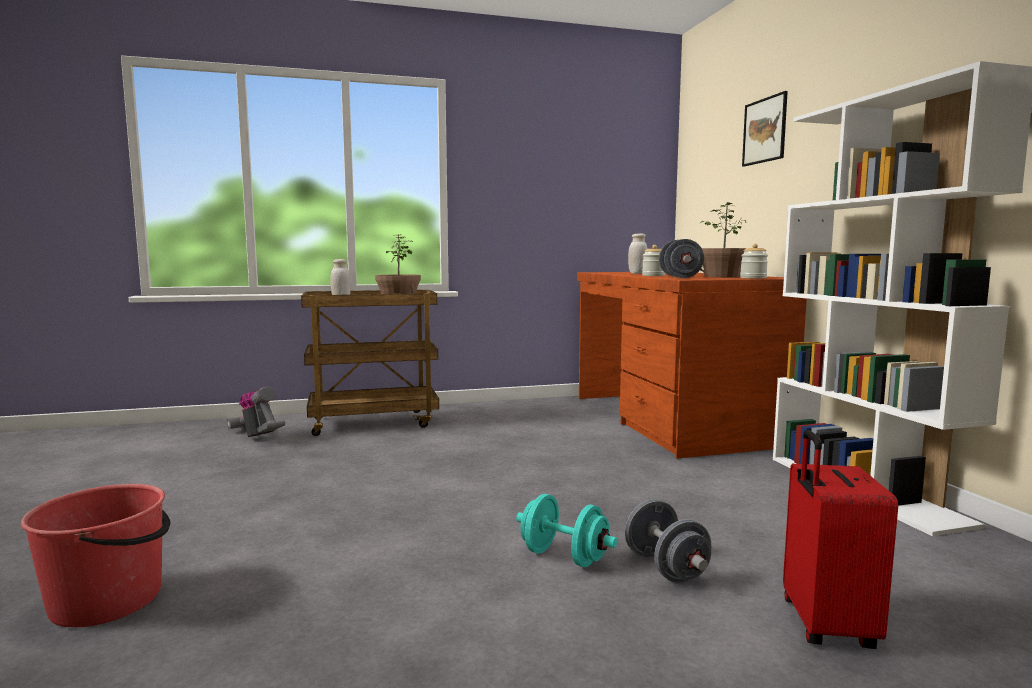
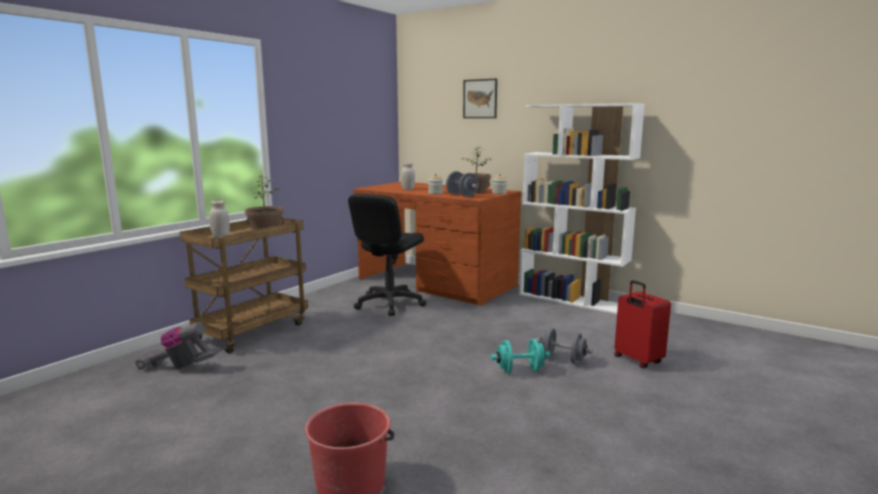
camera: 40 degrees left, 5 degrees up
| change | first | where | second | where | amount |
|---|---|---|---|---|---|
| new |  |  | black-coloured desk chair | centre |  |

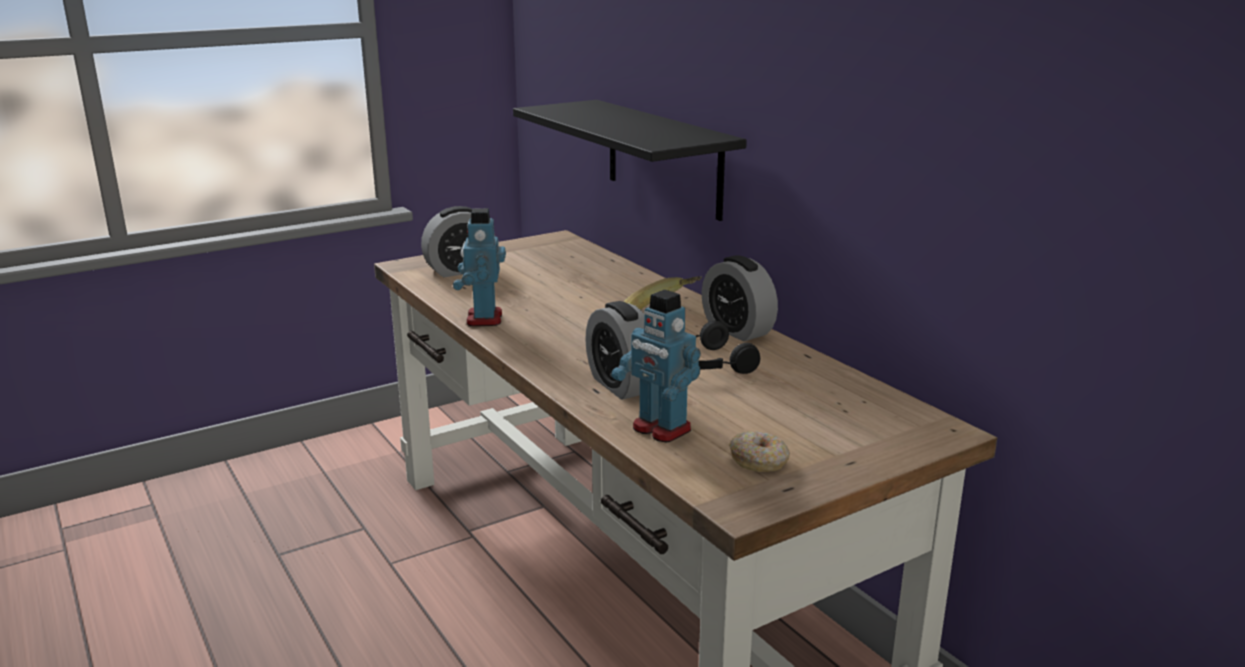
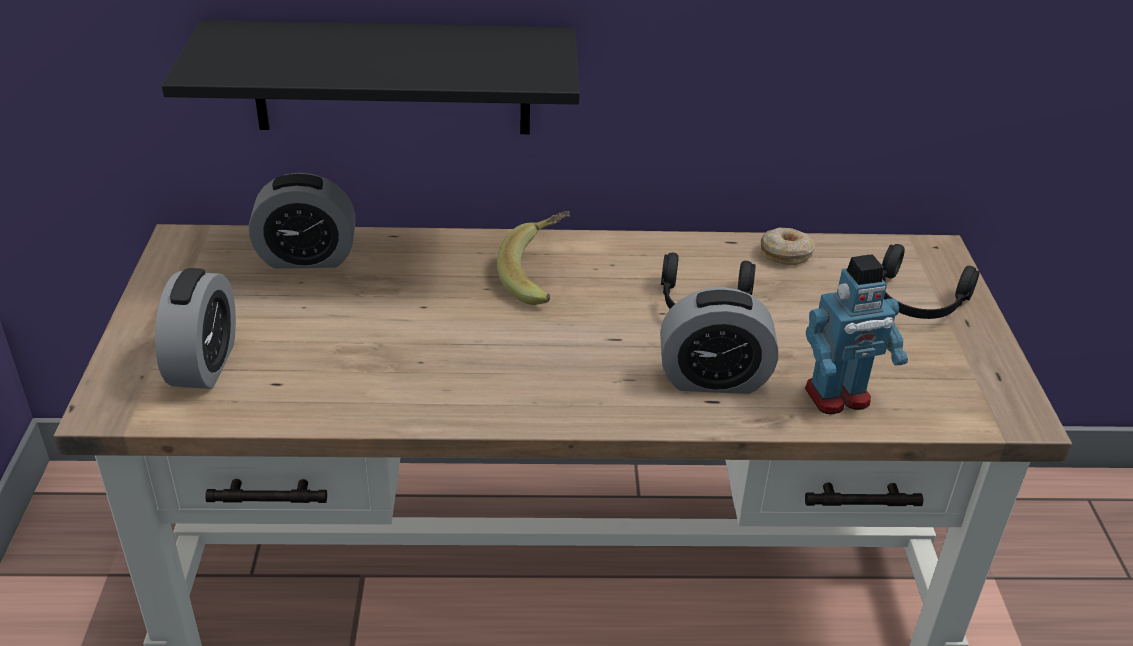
camera: 60 degrees left, 15 degrees up
| change | first | where | second | where | amount |
|---|---|---|---|---|---|
| shifted | alarm clock (no. 3 from left in the first image) | centre | alarm clock (no. 2 from left) | middle left |  |
| shifted | ring doughnut | bottom centre |  | middle right |  |
| new |  |  | black-coloured pair of headphones (no. 2 from left) | middle right |  |
| gone | toy robot (no. 1 from left) | centre |  |  |  |

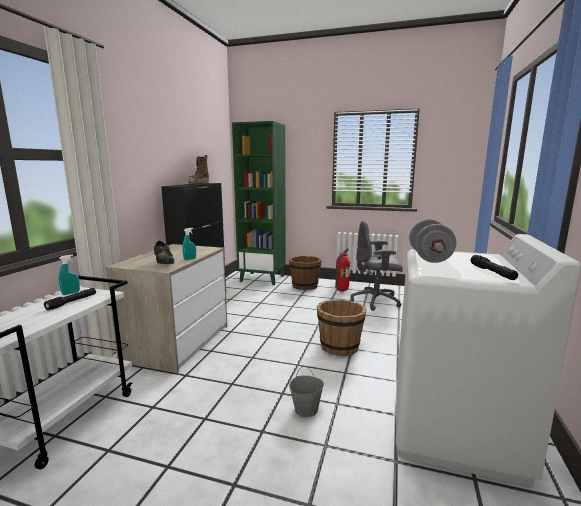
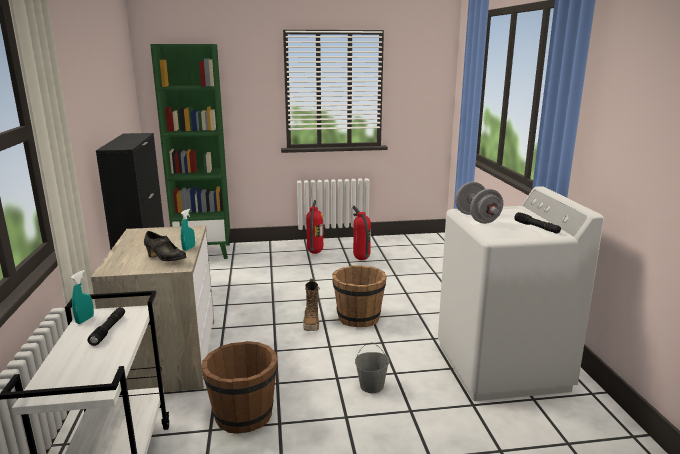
camera: 25 degrees left, 5 degrees up
| change | first | where | second | where | amount |
|---|---|---|---|---|---|
| shifted | brownish pail (no. 1 from left) | centre |  | bottom centre |  |
| shifted | high-top boot | centre |  | bottom centre |  |
| swapped | grey desk chair | centre | extinguisher (no. 2 from left) | centre |  |

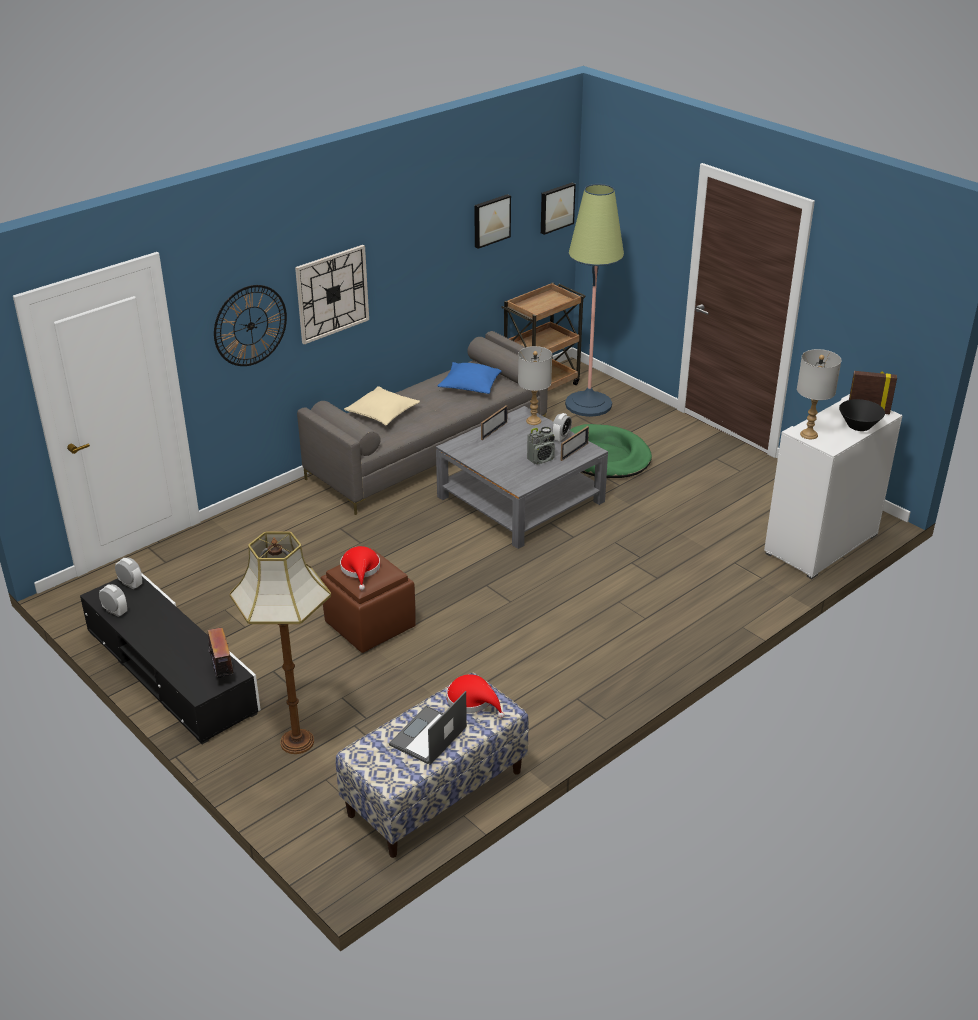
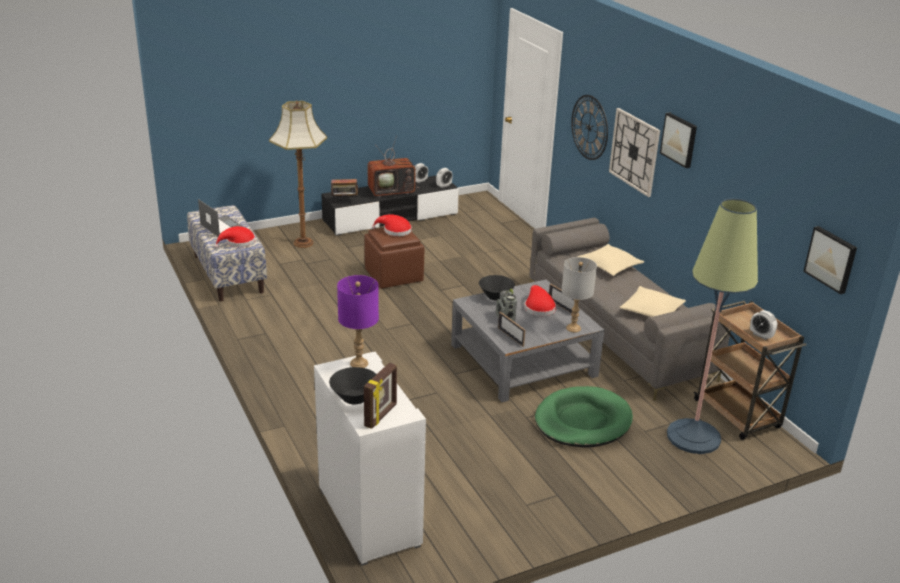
camera: 105 degrees right, 5 degrees down
| change | first | where | second | where | amount |
|---|---|---|---|---|---|
| repainted | grey tabletop lamp (no. 2 from left) | middle right | purple-coloured tabletop lamp | centre |  |
| new |  |  | TV | top centre |  |
| new |  |  | black-coloured bowl (no. 2 from left) | centre |  |
| new |  |  | red clothing hat (no. 3 from left) | centre |  |
| repainted | blue-coloured throw pillow | centre | sand-coloured throw pillow (no. 2 from left) | middle right |  |
| shifted | wall picture (no. 1 from left) | top centre |  | top right |  |
| shifted | alarm clock (no. 3 from left) | centre |  | middle right |  |

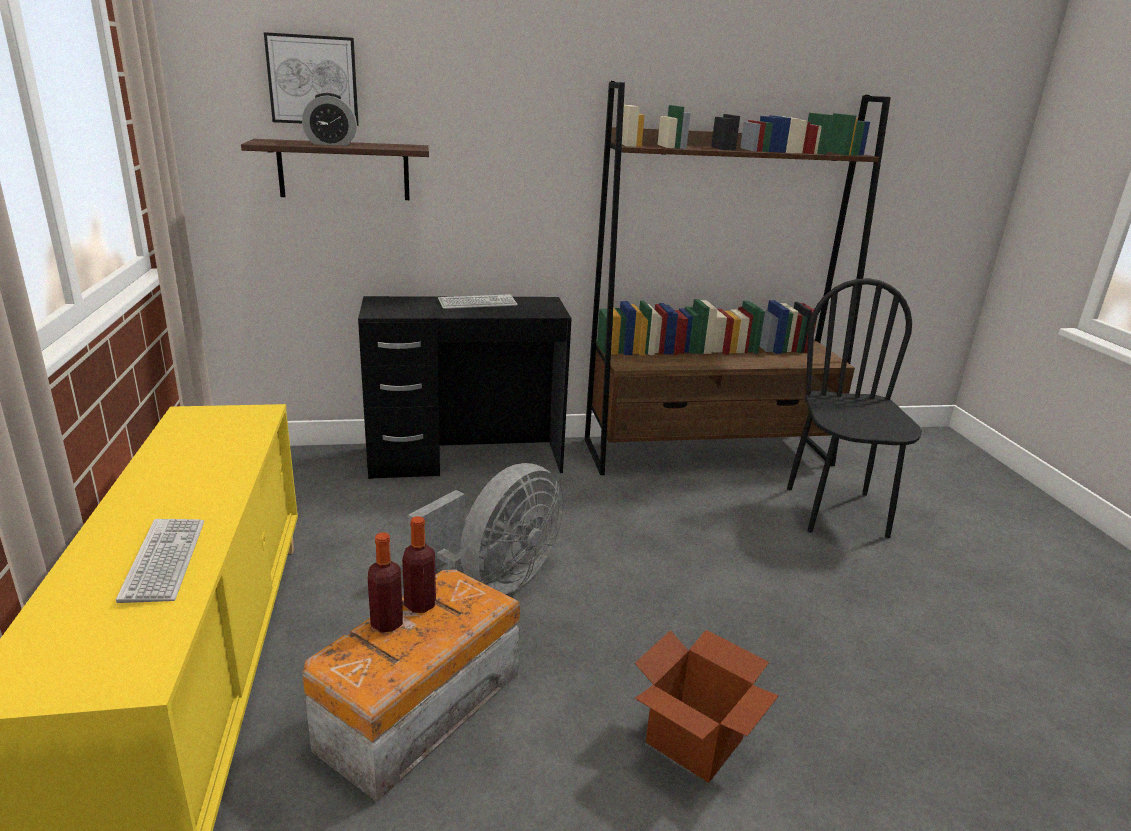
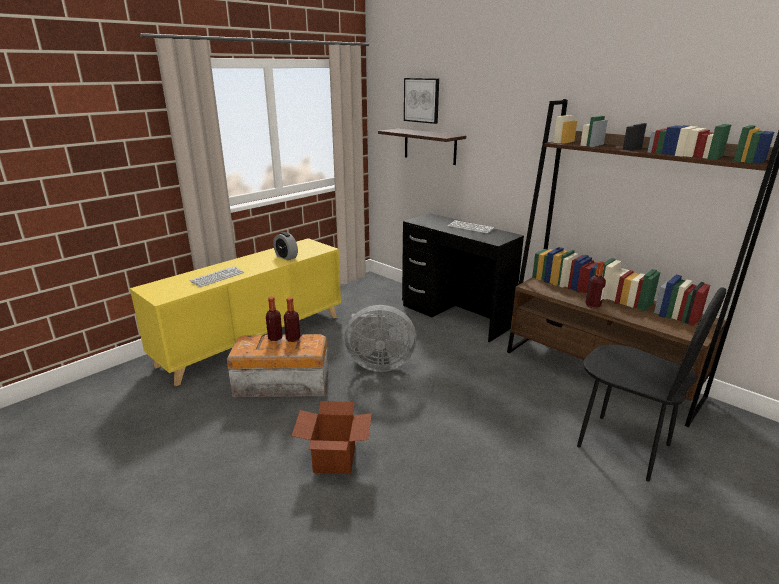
camera: 55 degrees right, 0 degrees up
| change | first | where | second | where | amount |
|---|---|---|---|---|---|
| shifted | alarm clock | top left |  | centre |  |
| rotated | black-coloured chair | middle right |  | middle right | 75 degrees clockwise |
| new |  |  | drink bottle (no. 3 from left) | middle right |  |

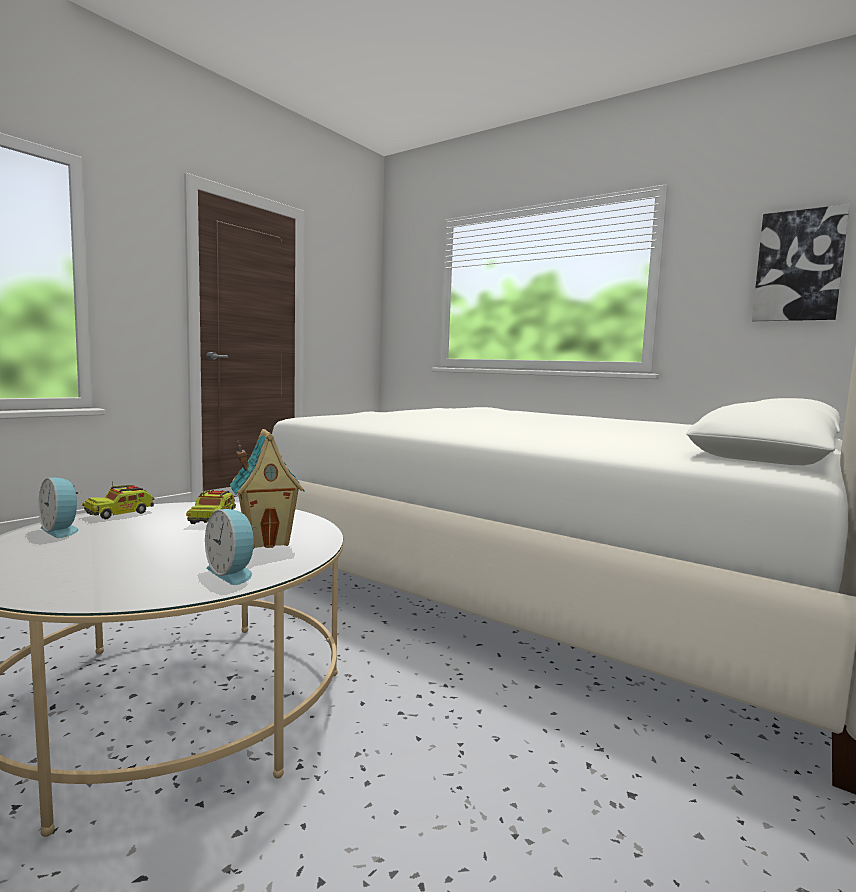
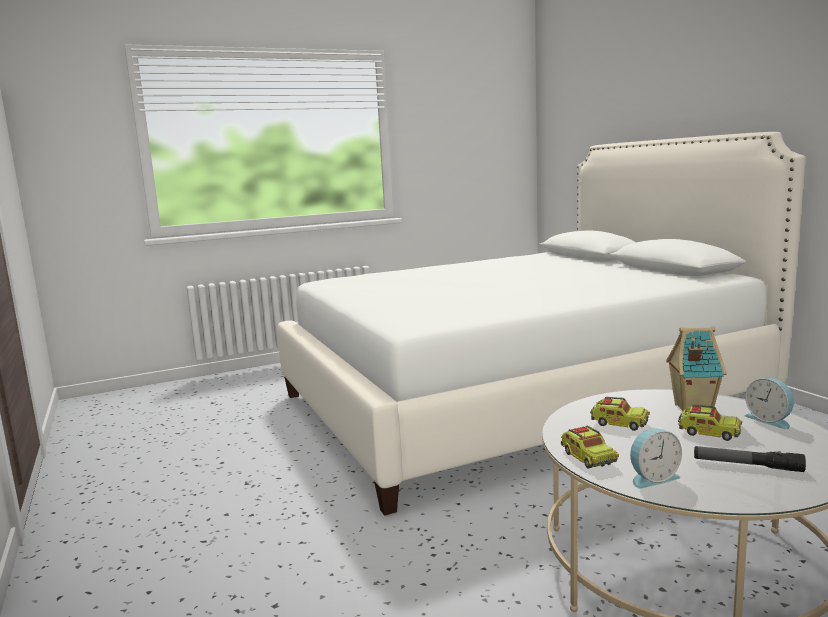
camera: 60 degrees left, 5 degrees up
| change | first | where | second | where | amount |
|---|---|---|---|---|---|
| new |  |  | toy lorry (no. 3 from left) | bottom right |  |
| new |  |  | hand torch | bottom right |  |
| rotated | alarm clock (no. 2 from left) | middle left |  | middle right | 75 degrees clockwise |
| gone | wall picture | top right |  |  |  |

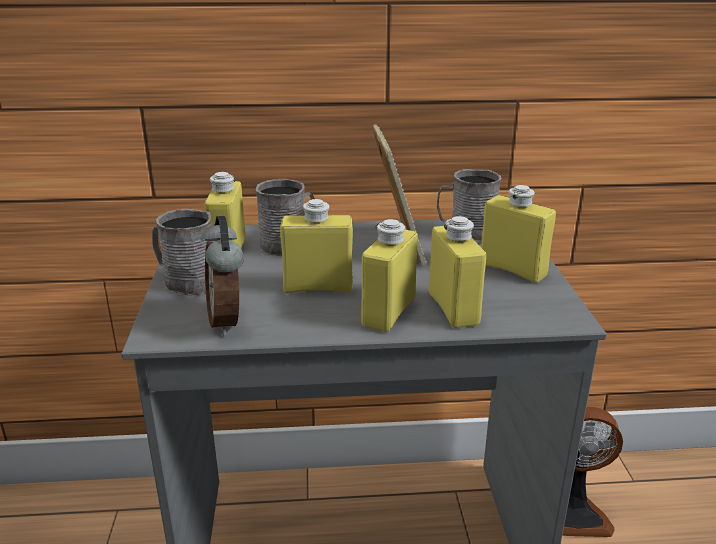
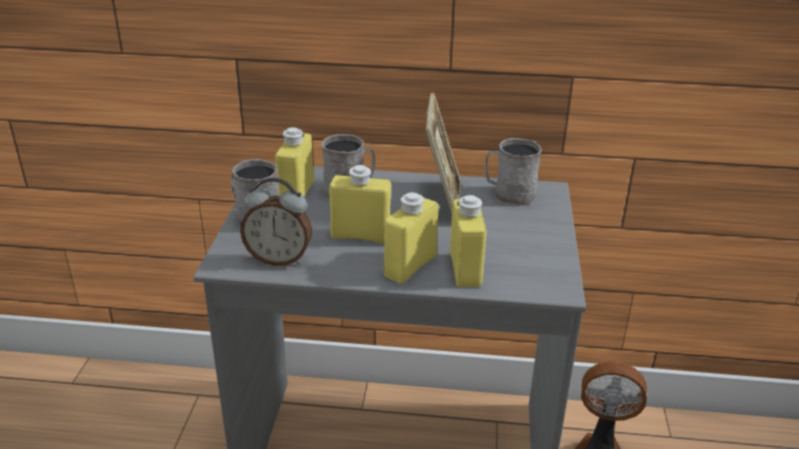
camera: 10 degrees right, 5 degrees up
| change | first | where | second | where | amount |
|---|---|---|---|---|---|
| rotated | alarm clock | middle left |  | centre | 75 degrees counterclockwise |
| gone | yellowish drink bottle (no. 5 from left) | middle right |  |  |  |

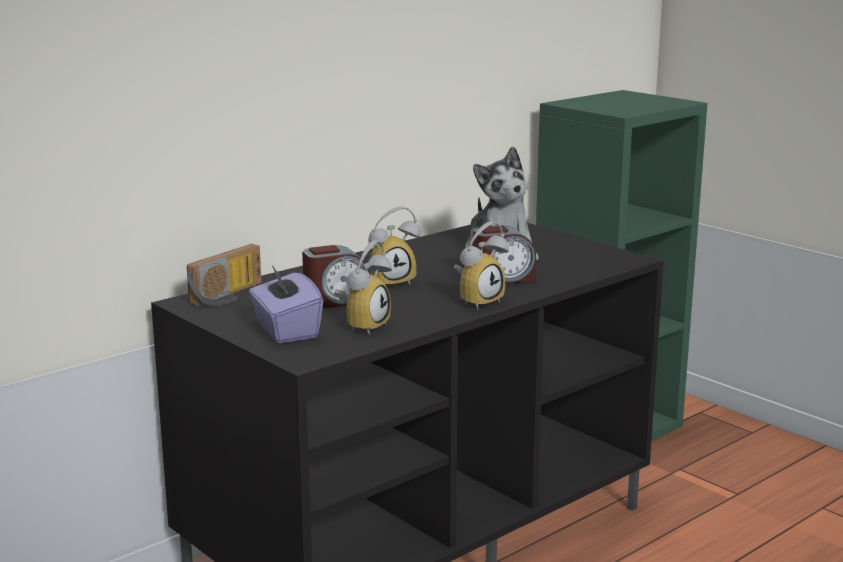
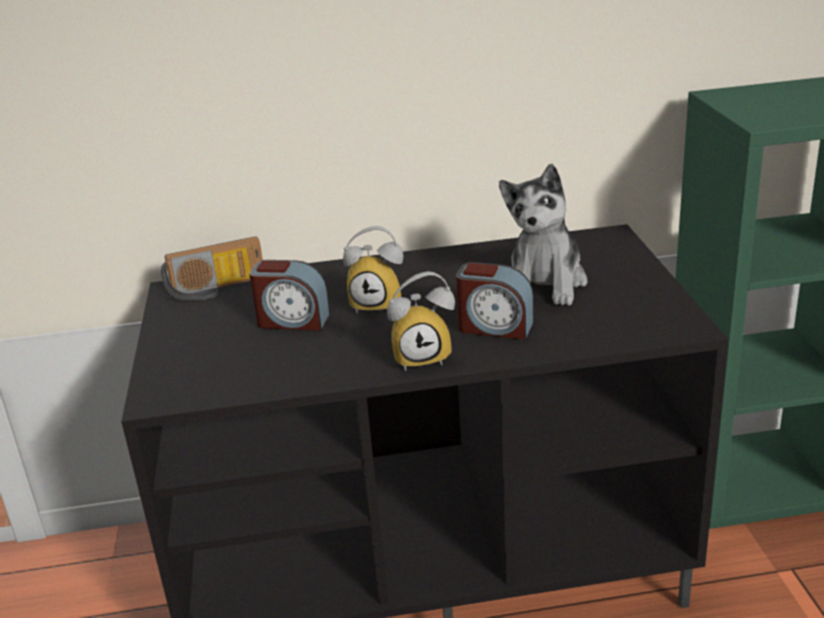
camera: 35 degrees right, 10 degrees up
| change | first | where | second | where | amount |
|---|---|---|---|---|---|
| gone | purple-coloured tissue holder | centre |  |  |  |
| gone | alarm clock (no. 2 from left) | centre |  |  |  |

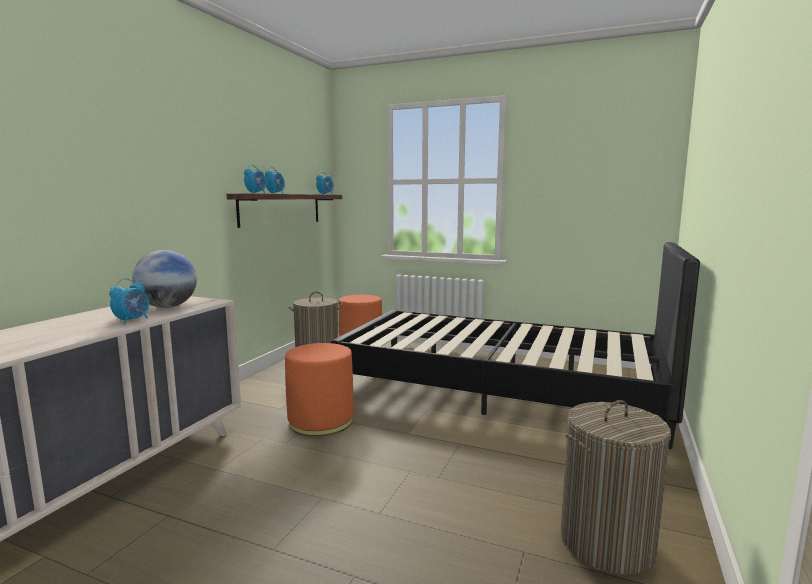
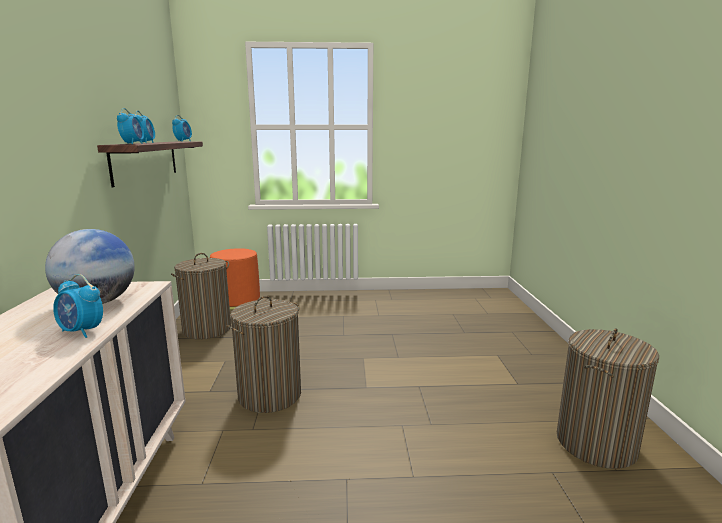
camera: 25 degrees left, 5 degrees up
| change | first | where | second | where | amount |
|---|---|---|---|---|---|
| rotated | alarm clock (no. 1 from left) | middle left |  | middle left | 120 degrees clockwise |
| swapped | orange-coloured ottoman (no. 1 from left) | centre | laundry basket (no. 2 from left) | bottom centre |  |
| gone | black-coloured bed | centre |  |  |  |

